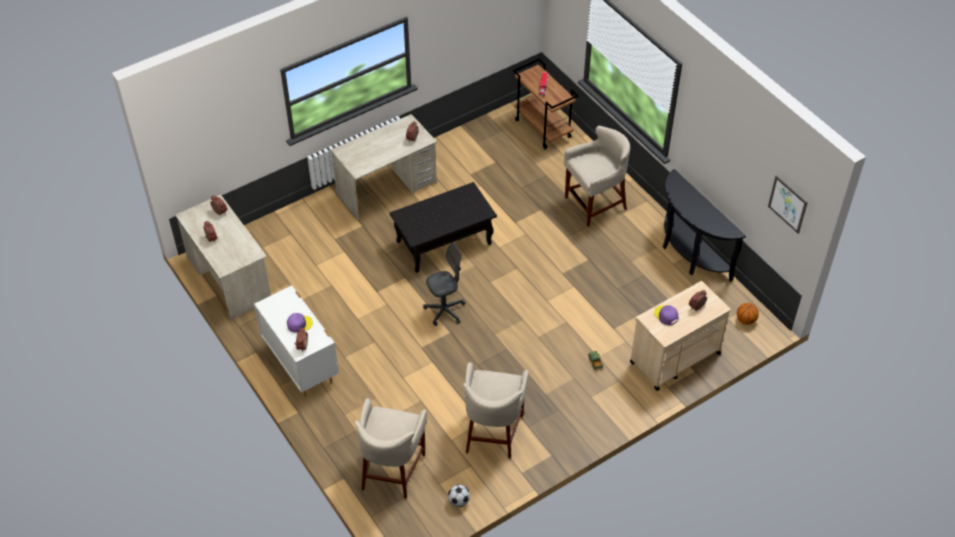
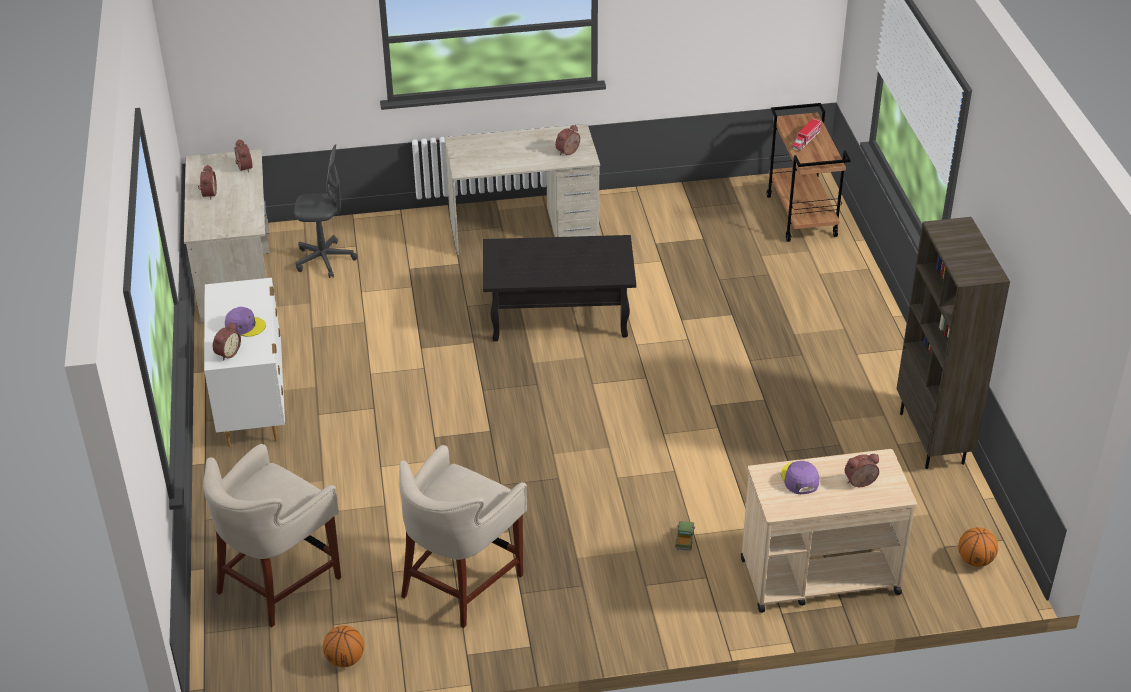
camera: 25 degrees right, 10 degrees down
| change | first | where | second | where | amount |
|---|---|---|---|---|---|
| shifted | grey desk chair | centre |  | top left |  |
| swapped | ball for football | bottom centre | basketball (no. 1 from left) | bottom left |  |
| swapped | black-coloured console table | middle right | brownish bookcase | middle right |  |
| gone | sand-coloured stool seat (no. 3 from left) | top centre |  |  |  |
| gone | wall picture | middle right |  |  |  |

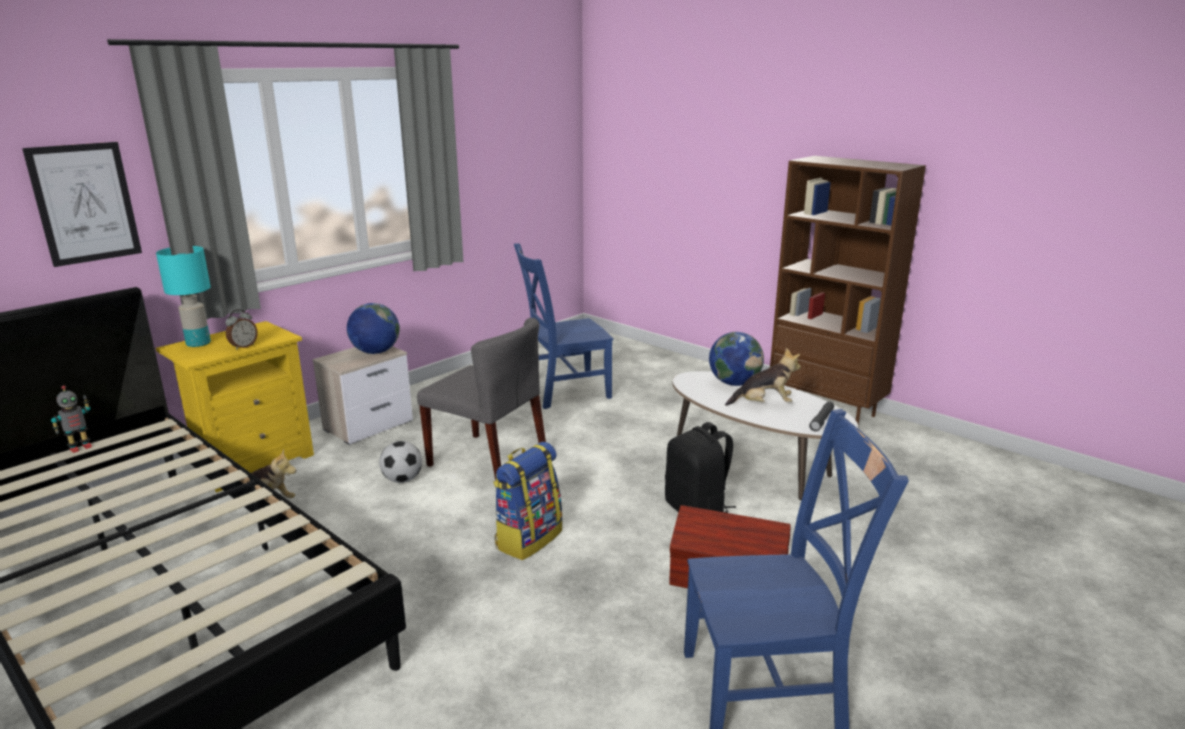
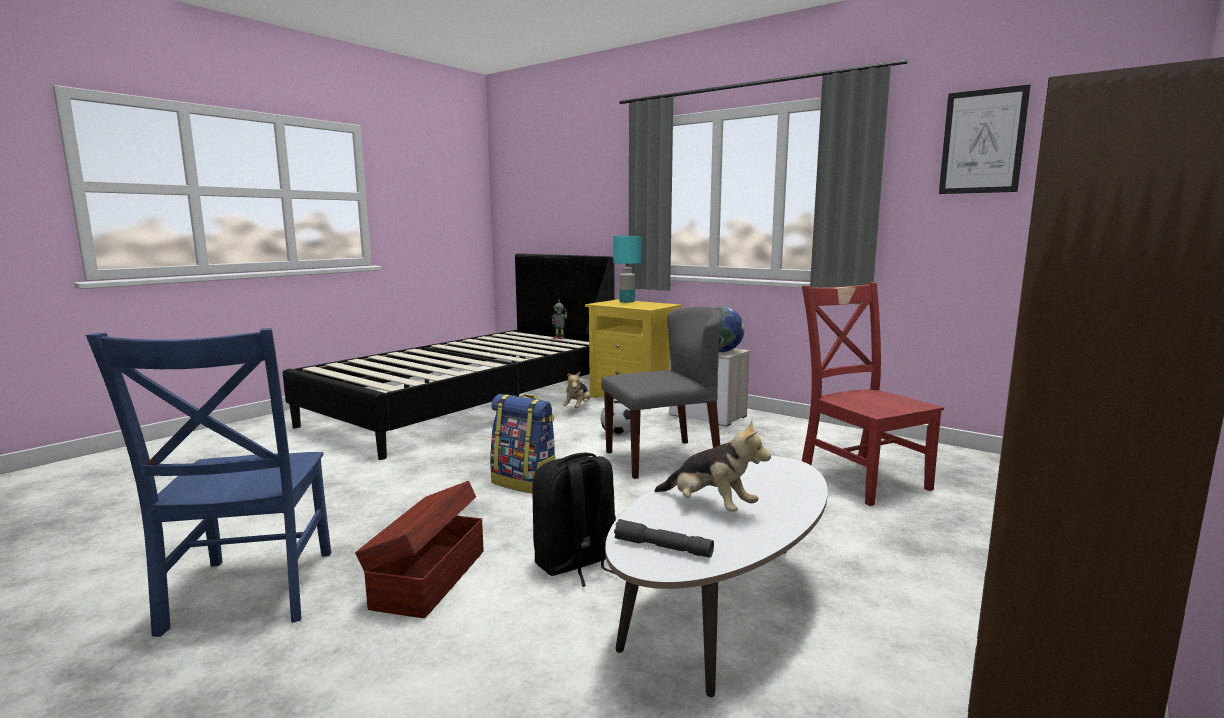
camera: 85 degrees right, 10 degrees down
| change | first | where | second | where | amount |
|---|---|---|---|---|---|
| rotated | grey chair | centre |  | centre | 135 degrees counterclockwise |
| rotated | plush toy (no. 2 from left) | centre |  | centre | 45 degrees counterclockwise |
| repainted | blue-coloured chair (no. 1 from left) | centre | red chair | middle right |  |
| shifted | wall picture | top left |  | top right |  |
| gone | alarm clock | middle left |  |  |  |
| gone | globe (no. 2 from left) | centre |  |  |  |

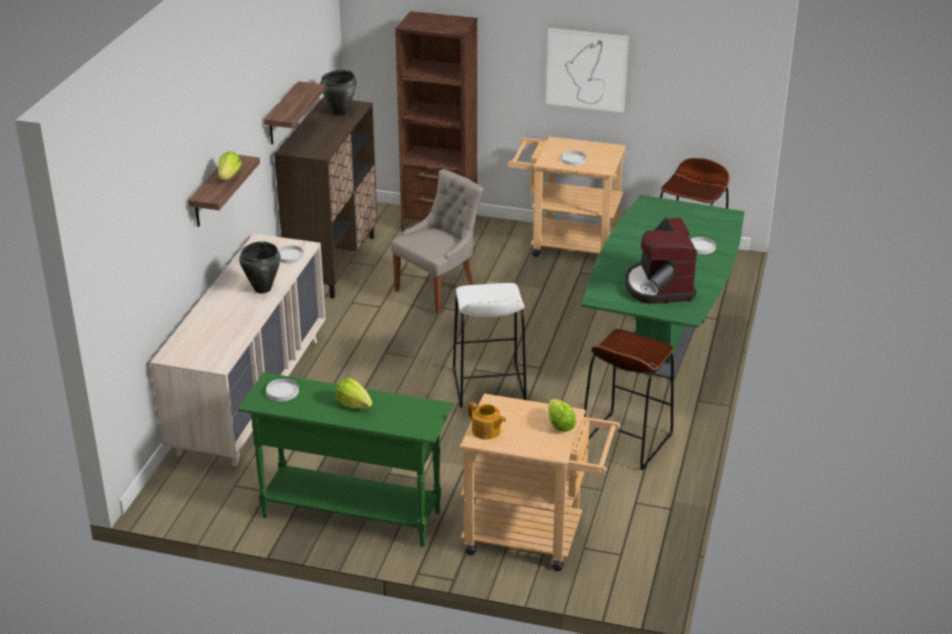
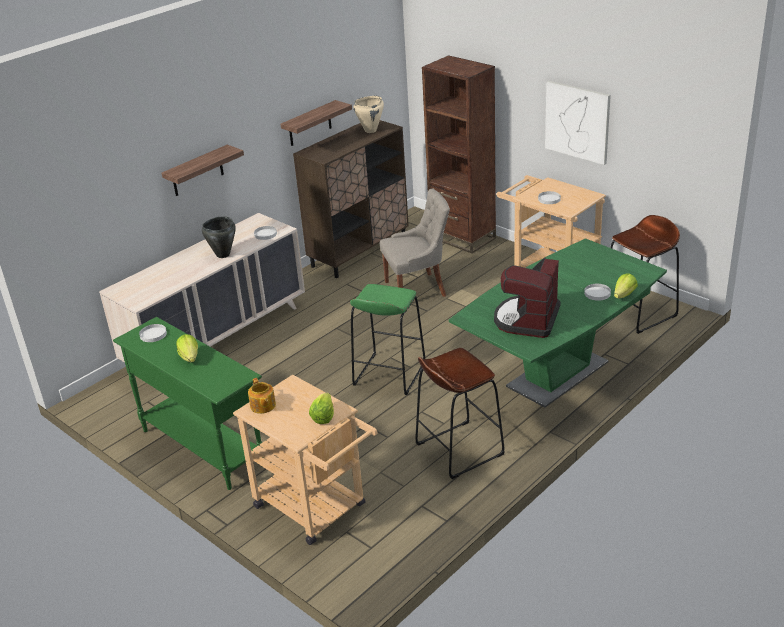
camera: 30 degrees right, 0 degrees up
| change | first | where | second | where | amount |
|---|---|---|---|---|---|
| repainted | white stool seat | centre | green stool seat | centre |  |
| repainted | black-coloured saucepot (no. 2 from left) | top centre | sand-coloured saucepot | top centre |  |
| shifted | lettuce head (no. 1 from left in the first image) | top left | lettuce head (no. 3 from left) | middle right |  |

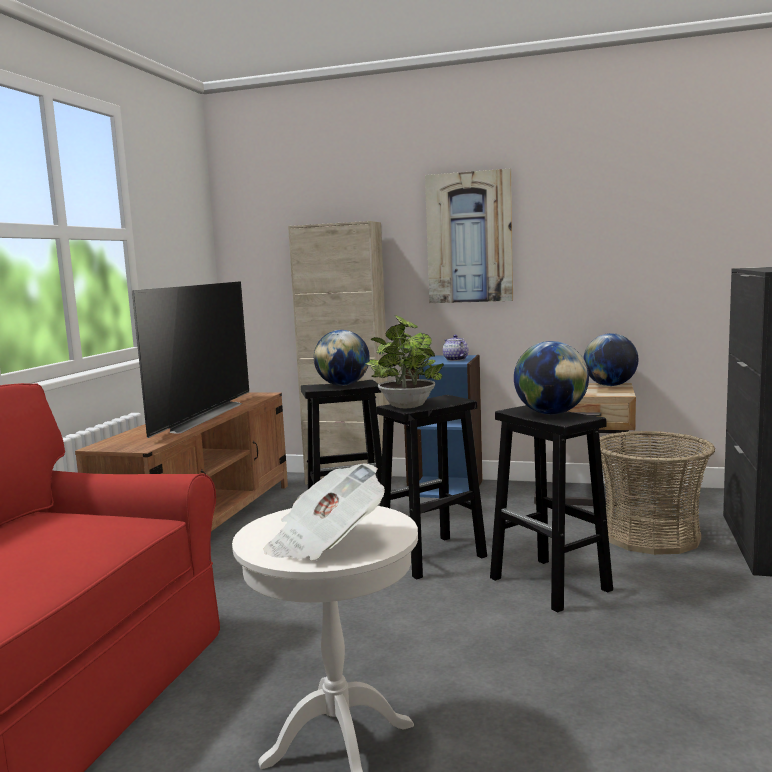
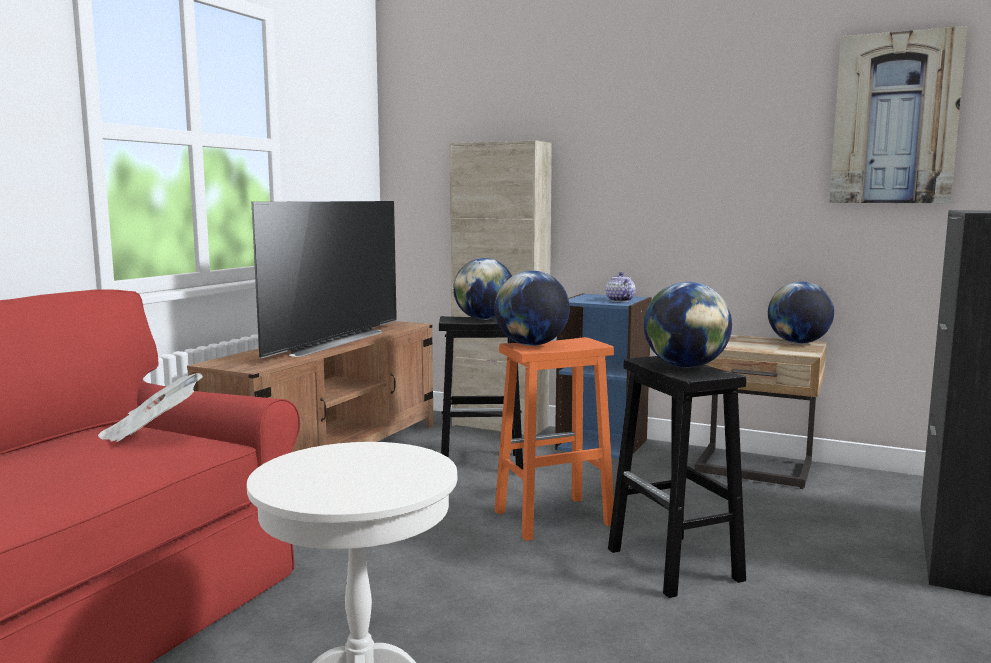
camera: 10 degrees right, 0 degrees up
| change | first | where | second | where | amount |
|---|---|---|---|---|---|
| shifted | daily paper | centre |  | middle left |  |
| swapped | houseplant | centre | globe (no. 2 from left) | centre |  |
| repainted | black-coloured stool seat (no. 2 from left) | centre | orange-coloured stool seat | centre |  |
| shifted | wall picture | top centre |  | top right |  |
| gone | basket | middle right |  |  |  |

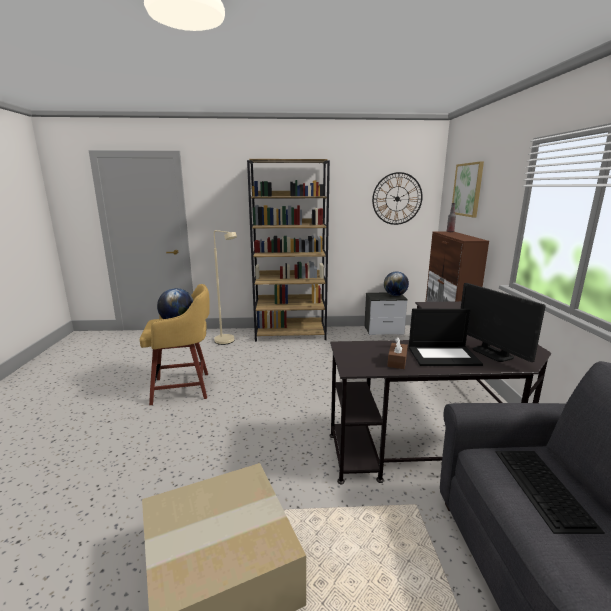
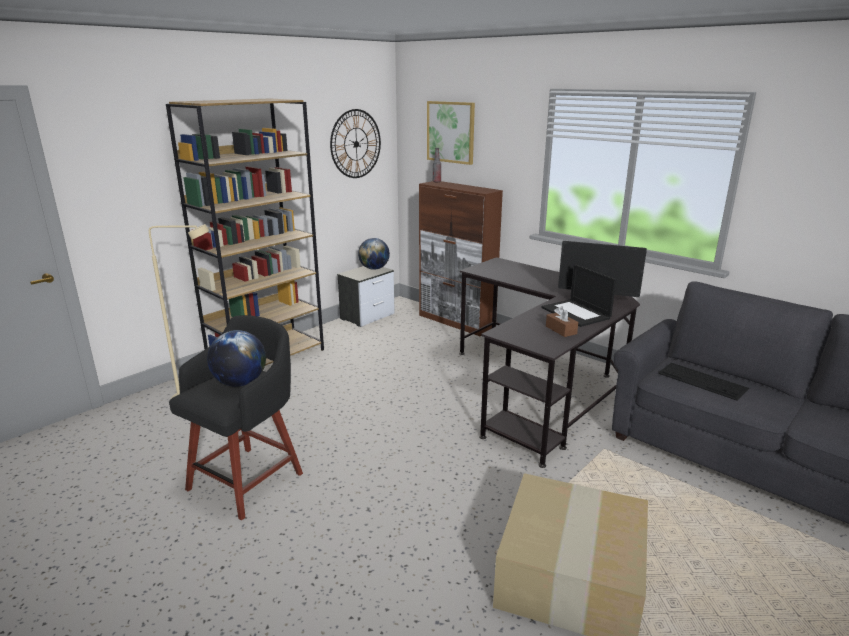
camera: 45 degrees left, 5 degrees up
| change | first | where | second | where | amount |
|---|---|---|---|---|---|
| repainted | yellowish stool seat | middle left | black-coloured stool seat | middle left |  |
| rotated | laptop | middle right |  | middle right | 105 degrees clockwise |

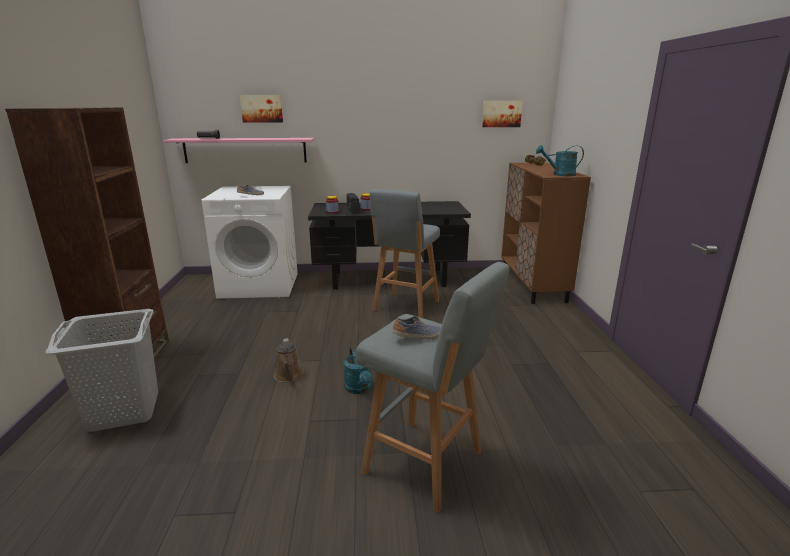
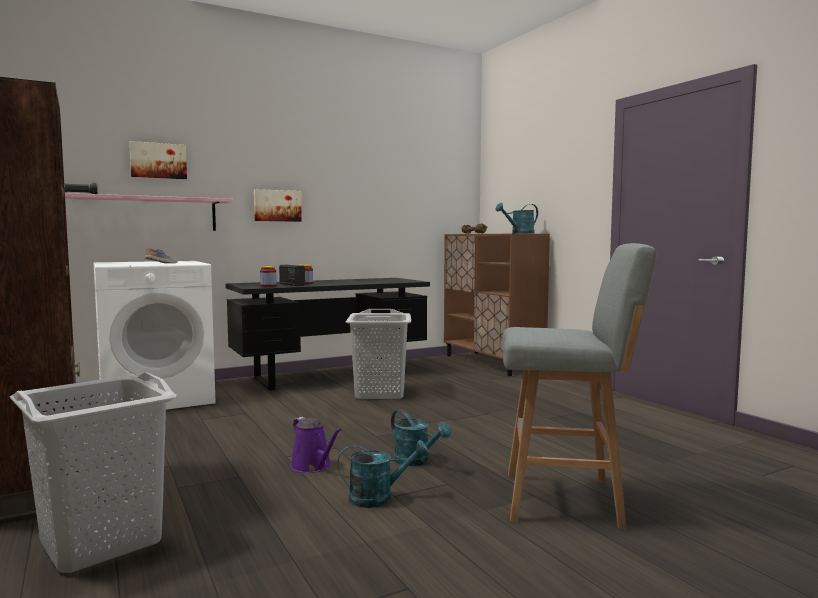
camera: 25 degrees left, 15 degrees down
| change | first | where | second | where | amount |
|---|---|---|---|---|---|
| shifted | wall picture (no. 2 from left) | top centre |  | centre |  |
| repainted | brownish watering can | centre | purple-coloured watering can | bottom centre |  |
| new |  |  | turquoise-coloured watering can (no. 1 from left) | bottom centre |  |
| swapped | grey stool seat (no. 1 from left) | centre | grey laundry basket (no. 2 from left) | centre |  |
| gone | shoe (no. 2 from left) | centre |  |  |  |

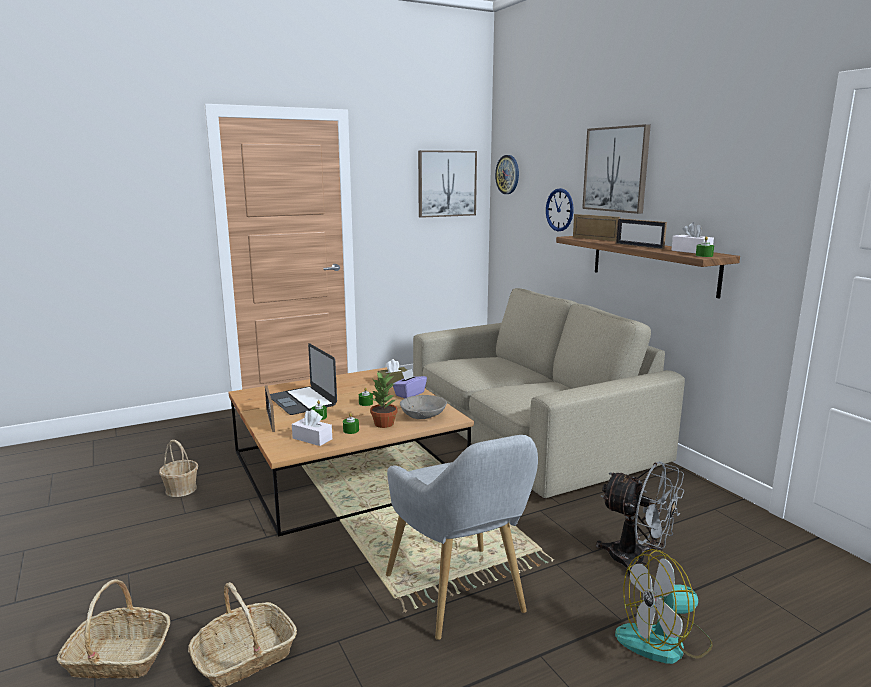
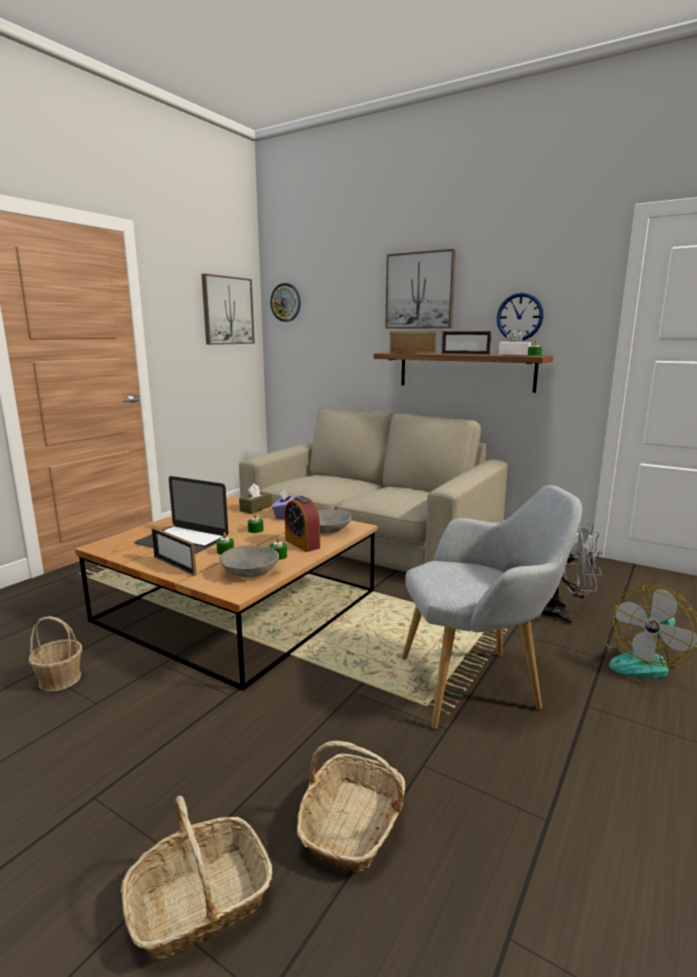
camera: 30 degrees left, 0 degrees up
| change | first | where | second | where | amount |
|---|---|---|---|---|---|
| swapped | white tissue holder (no. 1 from left) | centre | grey bowl (no. 1 from left) | centre |  |
| swapped | houseplant | centre | alarm clock | centre |  |
| rotated | grey easy chair | bottom centre |  | middle right | 45 degrees counterclockwise |
| shifted | clock on the wall (no. 2 from left) | top centre |  | top right |  |

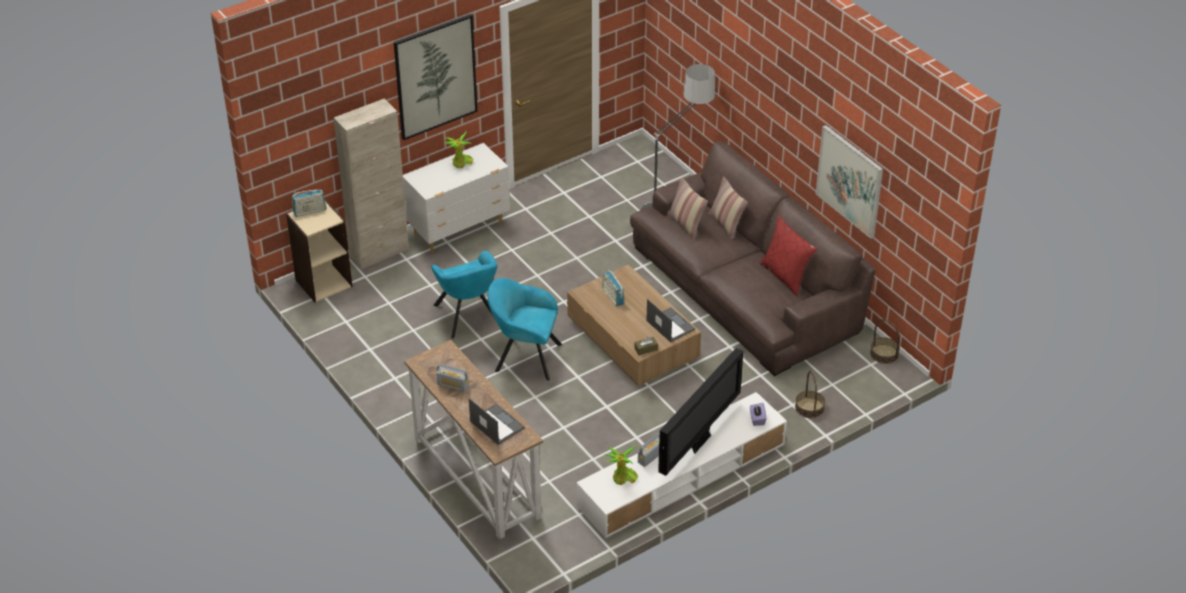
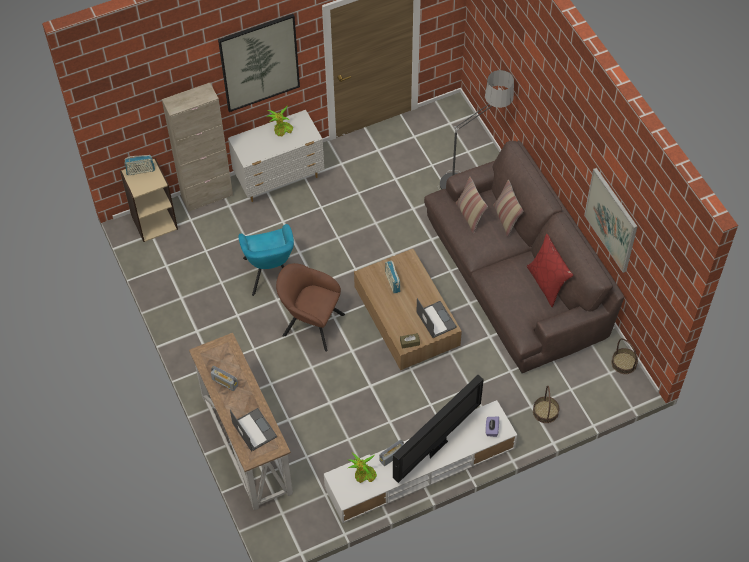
camera: 10 degrees right, 15 degrees up
| change | first | where | second | where | amount |
|---|---|---|---|---|---|
| repainted | turquoise-coloured easy chair (no. 2 from left) | centre | brownish easy chair | centre |  |

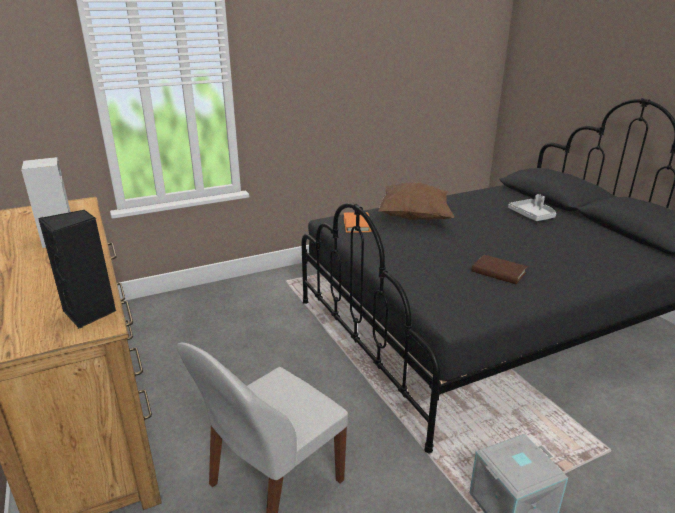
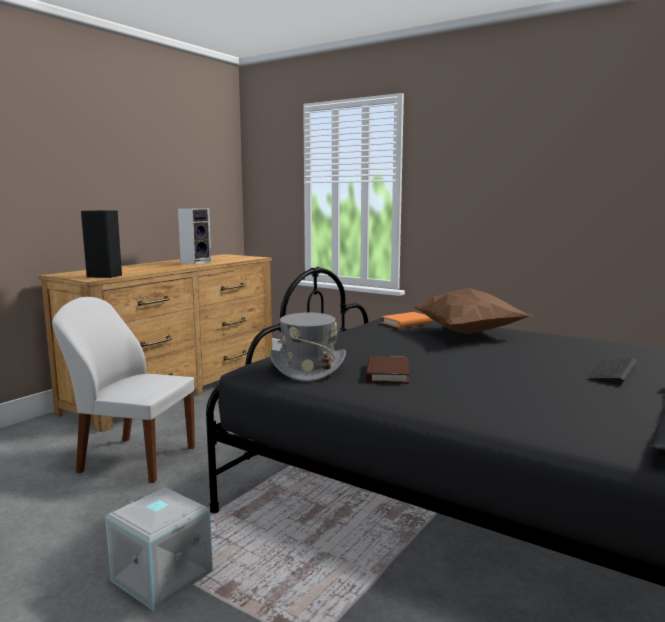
camera: 60 degrees right, 15 degrees down
| change | first | where | second | where | amount |
|---|---|---|---|---|---|
| new |  |  | grey clothing hat | centre |  |
| swapped | grey serving tray | middle right | PC keyboard | middle right |  |

